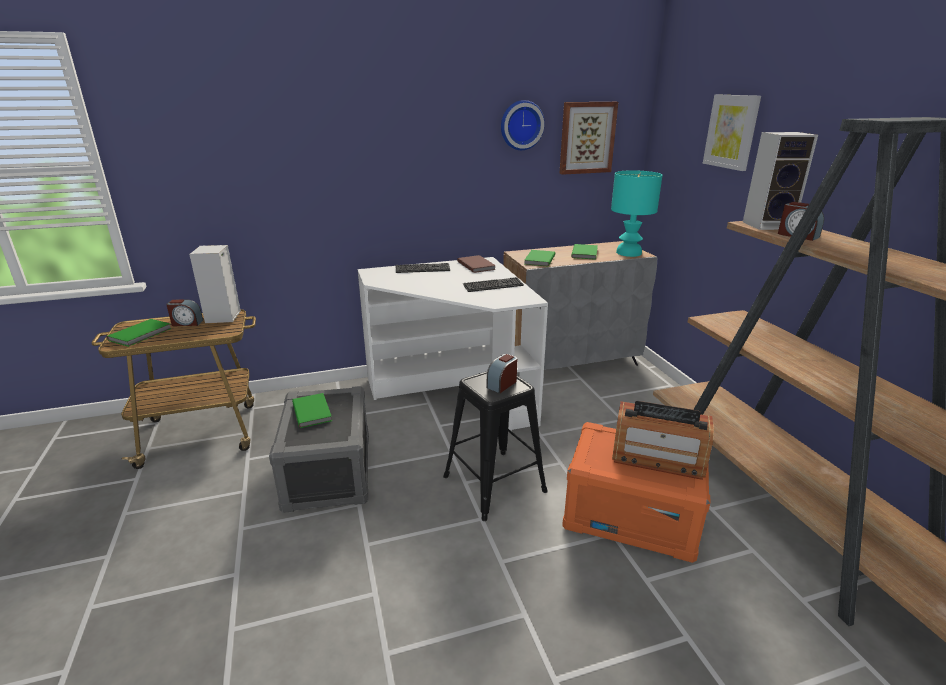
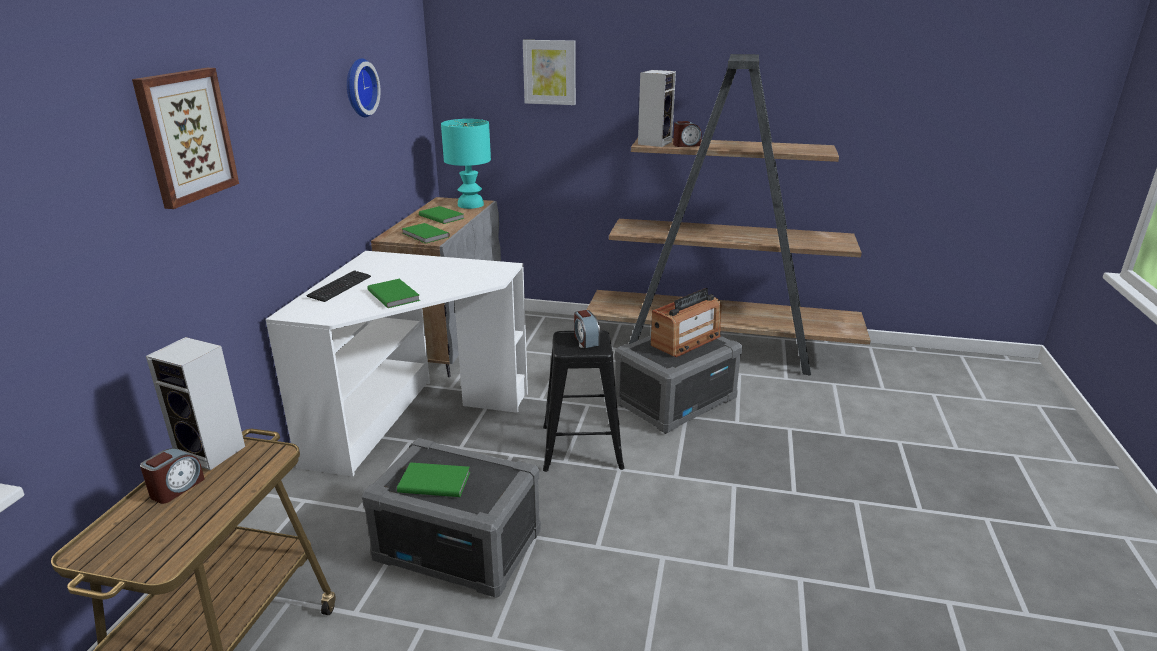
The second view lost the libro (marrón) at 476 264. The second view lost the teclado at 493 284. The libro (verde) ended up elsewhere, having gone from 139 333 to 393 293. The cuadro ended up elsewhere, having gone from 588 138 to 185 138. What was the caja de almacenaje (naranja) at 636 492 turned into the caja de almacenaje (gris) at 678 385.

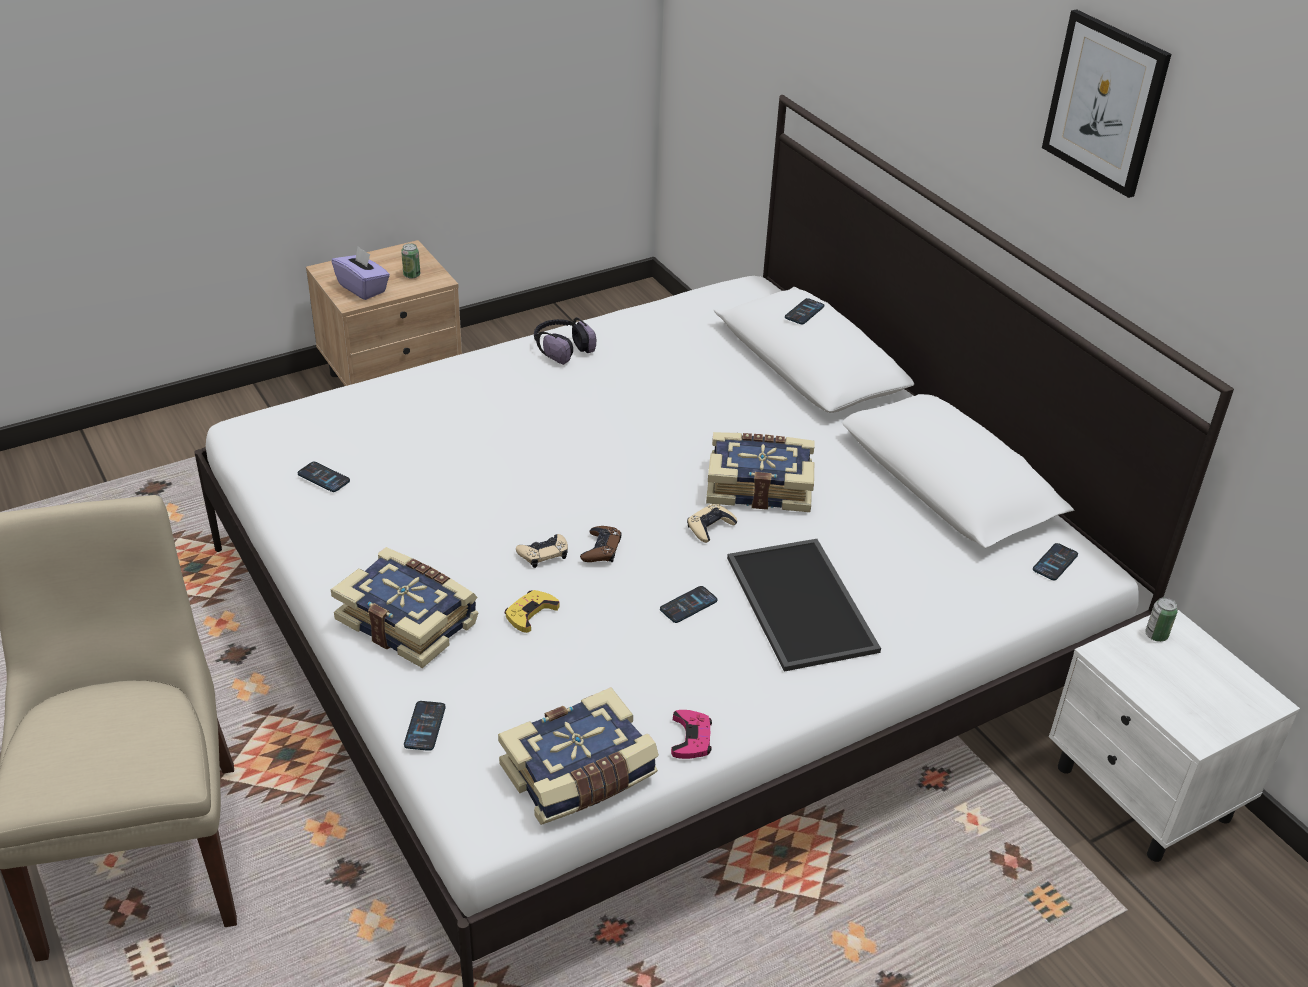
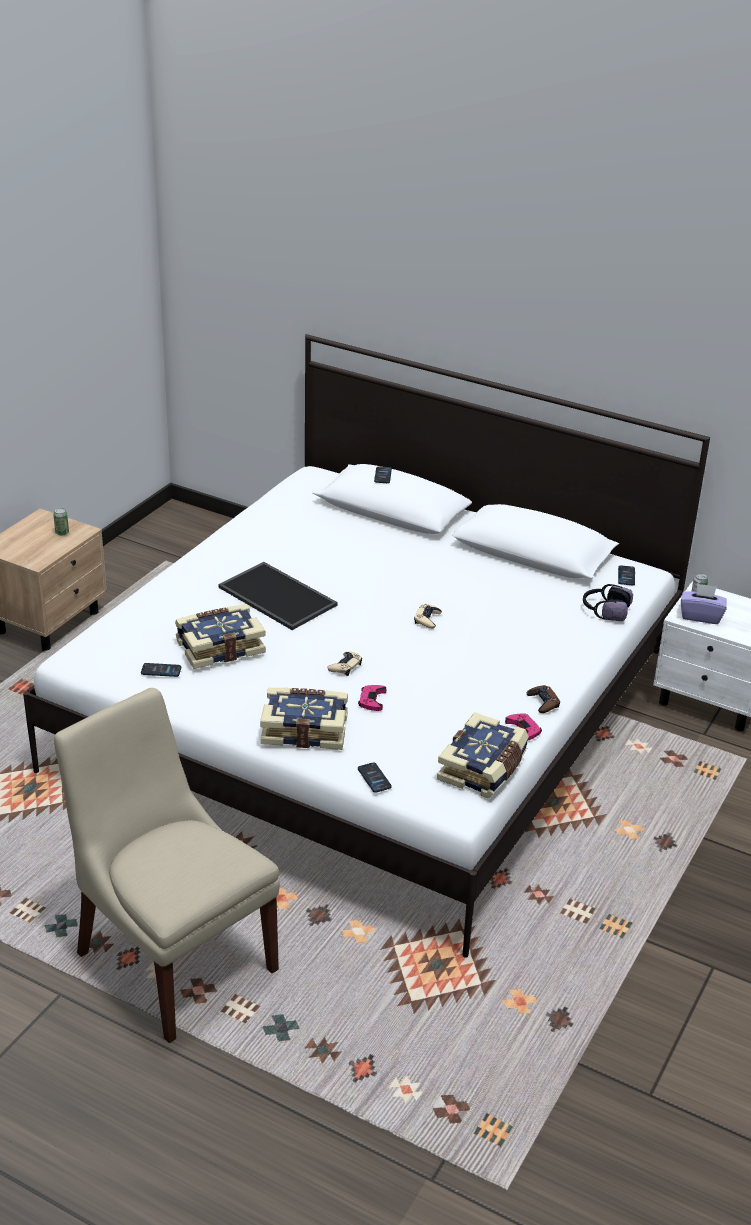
The second view lost the móvil at 688 604. The second view lost the cuadro at 1106 103. The caja de pañuelos (morado) ended up elsewhere, having gone from 361 273 to 704 603. The auriculares ended up elsewhere, having gone from 565 341 to 608 602. The mando de consola (marrón) ended up elsewhere, having gone from 601 544 to 543 699. The libro ended up elsewhere, having gone from 760 472 to 220 636. The bandeja ended up elsewhere, having gone from 804 605 to 278 596. What was the mando de consola (amarillo) at 532 611 turned into the mando de consola (rosa) at 372 698.

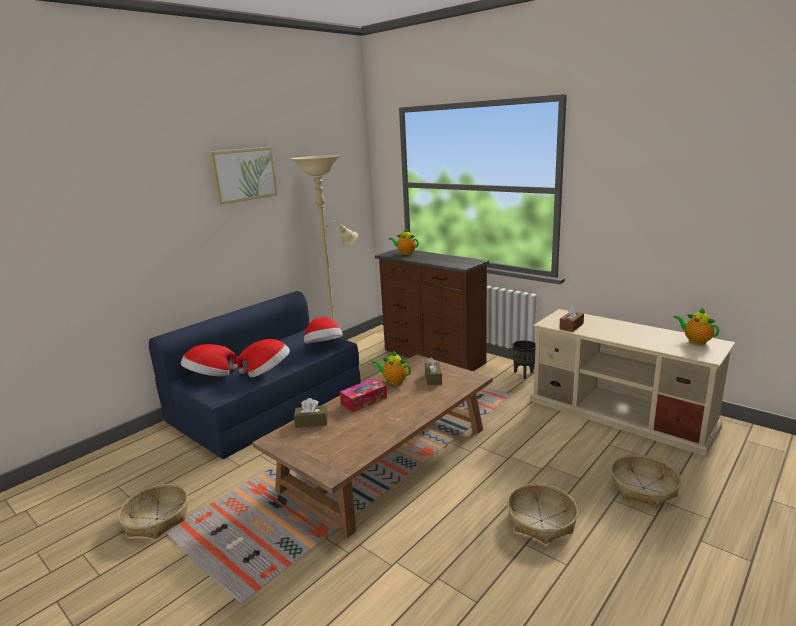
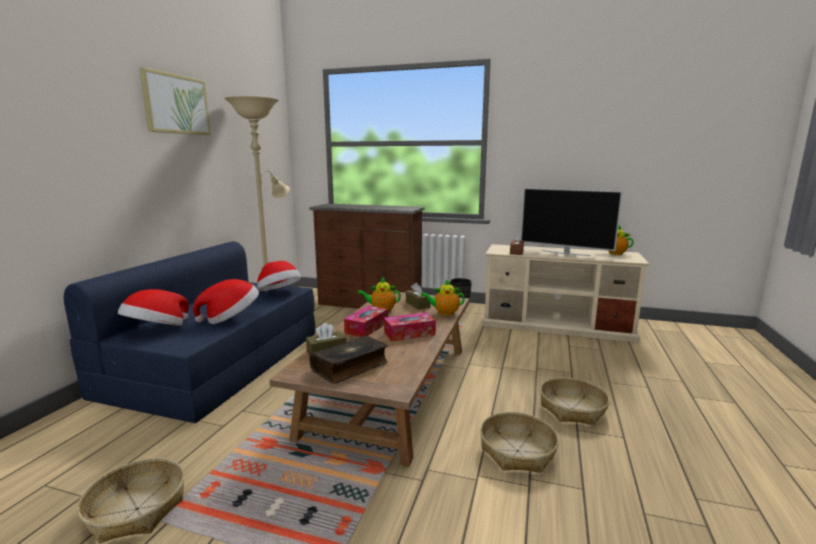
The second view gained the libro at 348 359. The second view gained the caja de pañuelos at 410 326. The second view gained the televisor at 571 222. The tetera ended up elsewhere, having gone from 403 241 to 443 298. The cesta ended up elsewhere, having gone from 646 481 to 519 442.

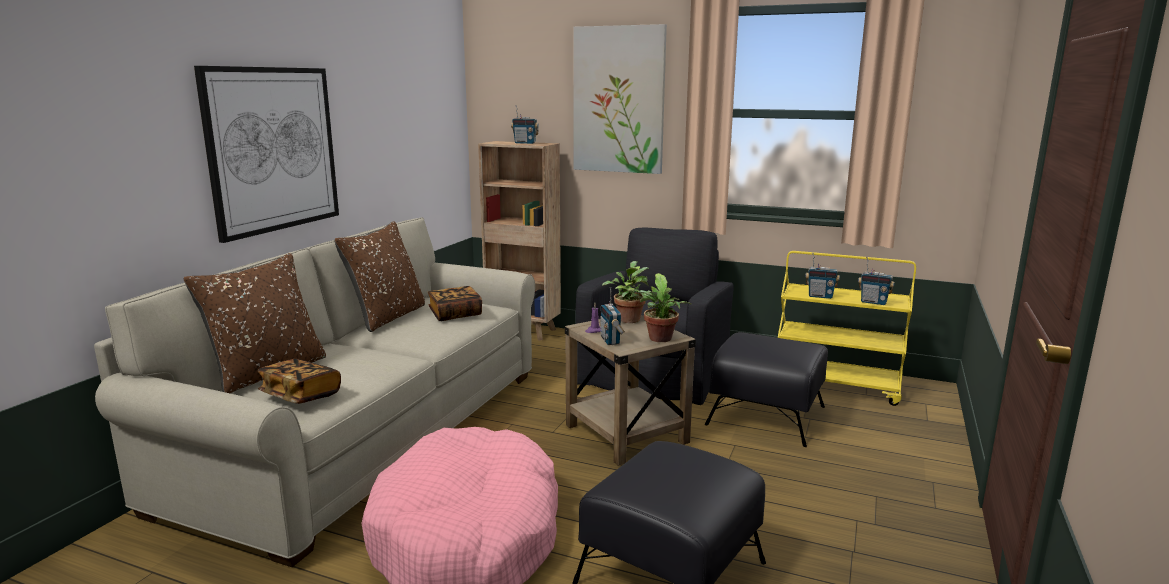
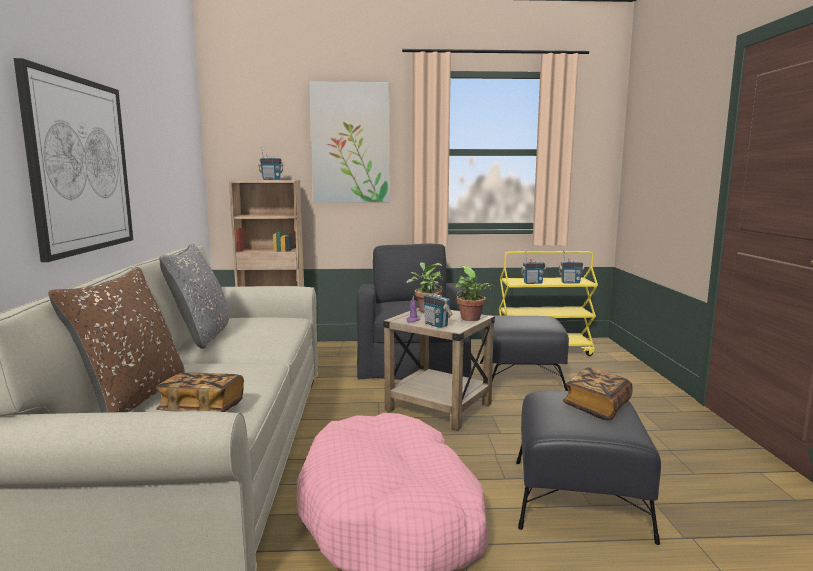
The libro ended up elsewhere, having gone from 455 303 to 598 393. What was the cojín (marrón) at 380 276 turned into the cojín (gris) at 194 296.

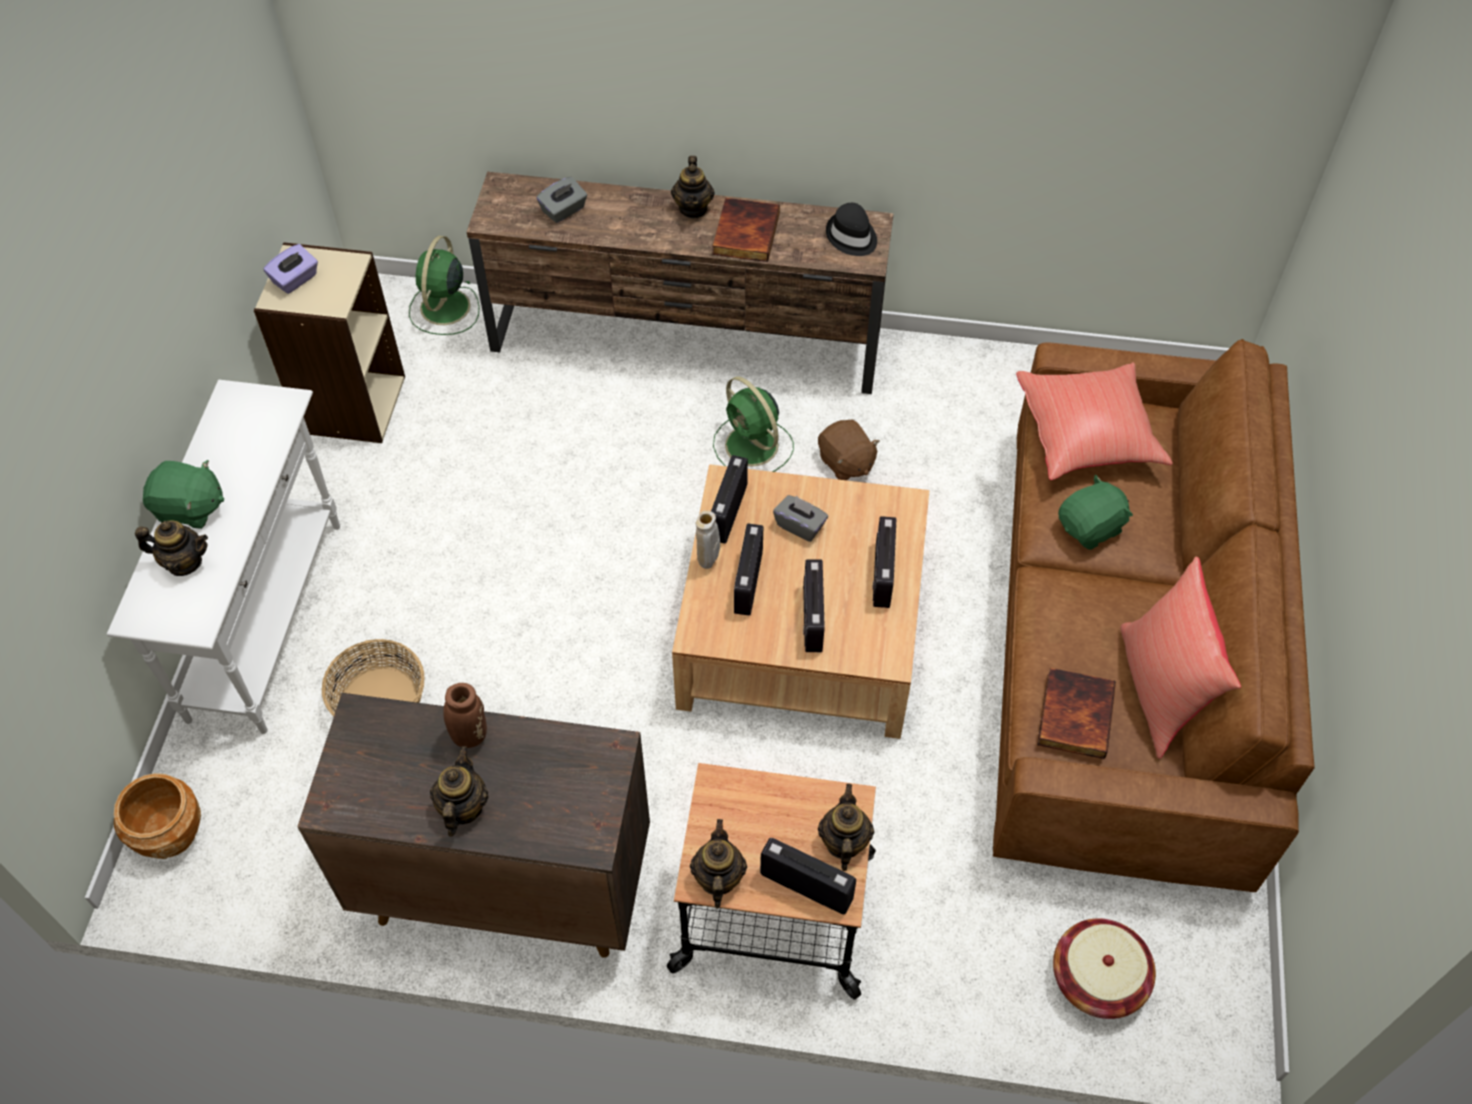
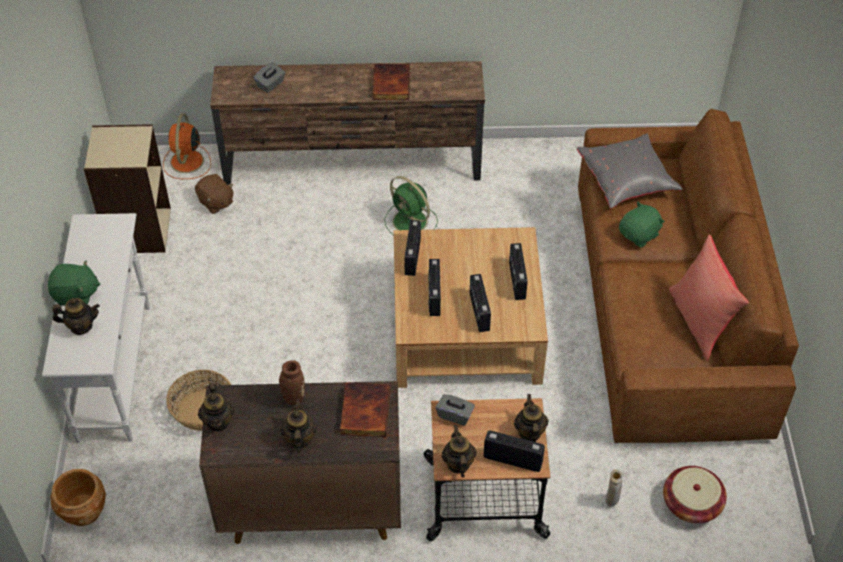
The second view lost the caja de pañuelos (morado) at 291 269. The second view lost the sombrero (negro) at 851 229. The tetera ended up elsewhere, having gone from 693 187 to 216 407. The florero (beis) ended up elsewhere, having gone from 708 539 to 613 488. The caja de pañuelos (gris) ended up elsewhere, having gone from 800 518 to 455 410. The peluche (marrón) ended up elsewhere, having gone from 849 450 to 214 194. The libro ended up elsewhere, having gone from 1076 713 to 365 409. What was the ventilador (verde) at 444 285 turned into the ventilador (naranja) at 187 146. What was the cojín (rojo) at 1094 421 turned into the cojín (gris) at 629 171.

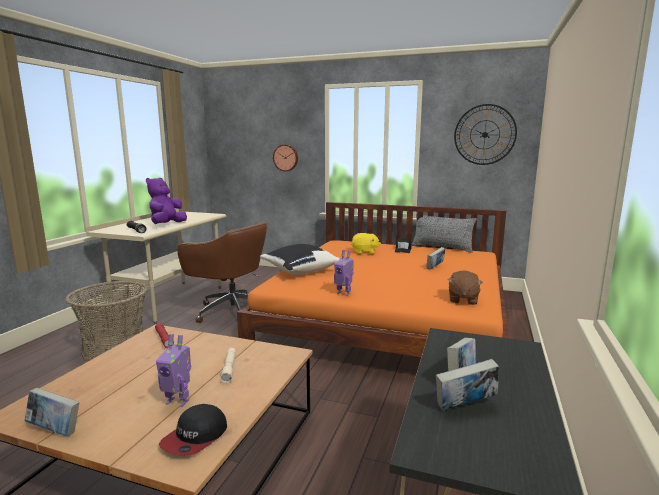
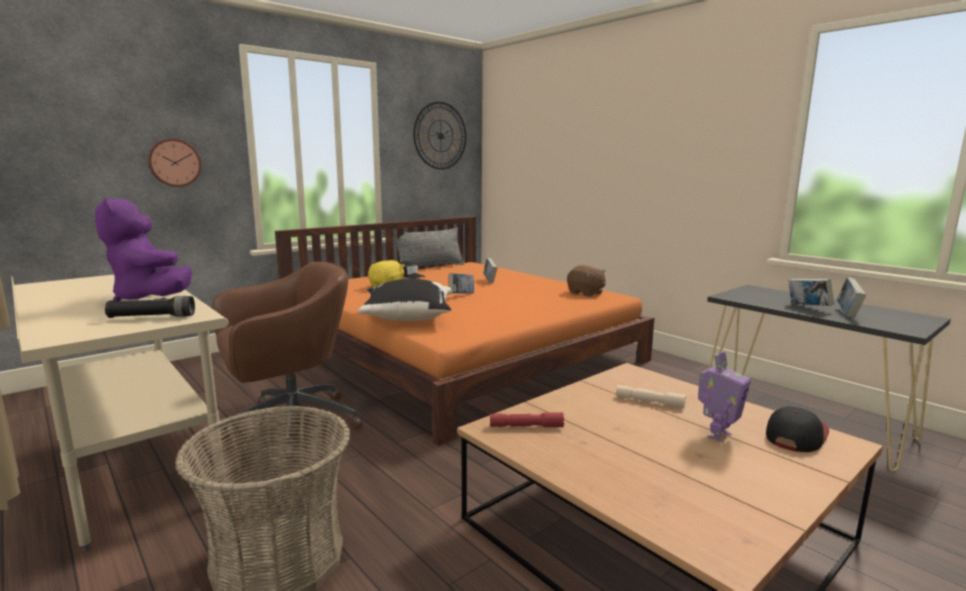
The second view lost the robot de juguete at 344 273. The libro ended up elsewhere, having gone from 52 412 to 461 283. The gorra at 193 430 ended up facing another way, 105 degrees counterclockwise from before.

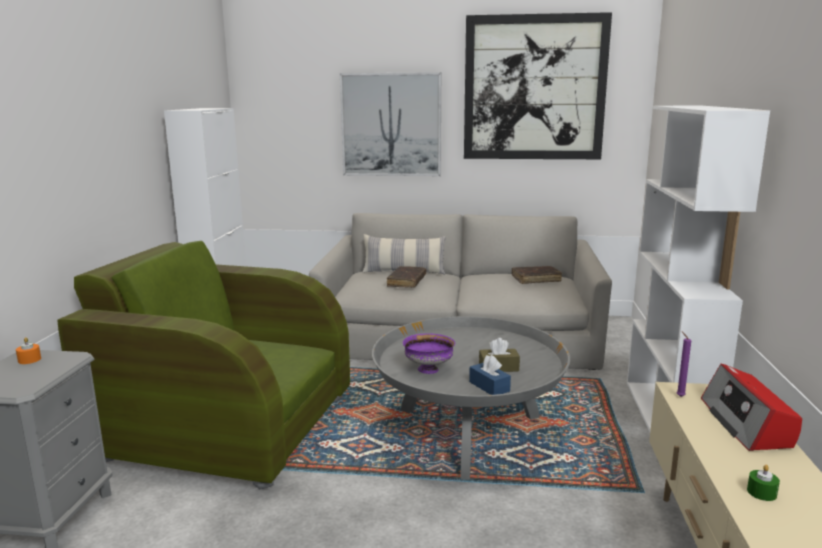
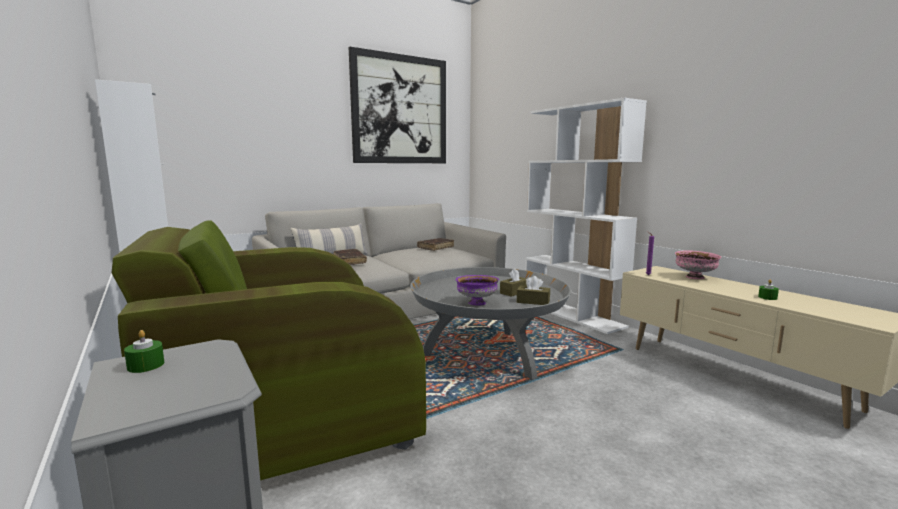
The second view lost the cuadro at 390 124. Where the radio stood at 751 407, the cuenco (rosa) came to stand at 698 265. What was the vela (naranja) at 28 350 turned into the vela (verde) at 144 351. What was the caja de pañuelos (azul) at 490 375 turned into the caja de pañuelos (marrón) at 533 290.

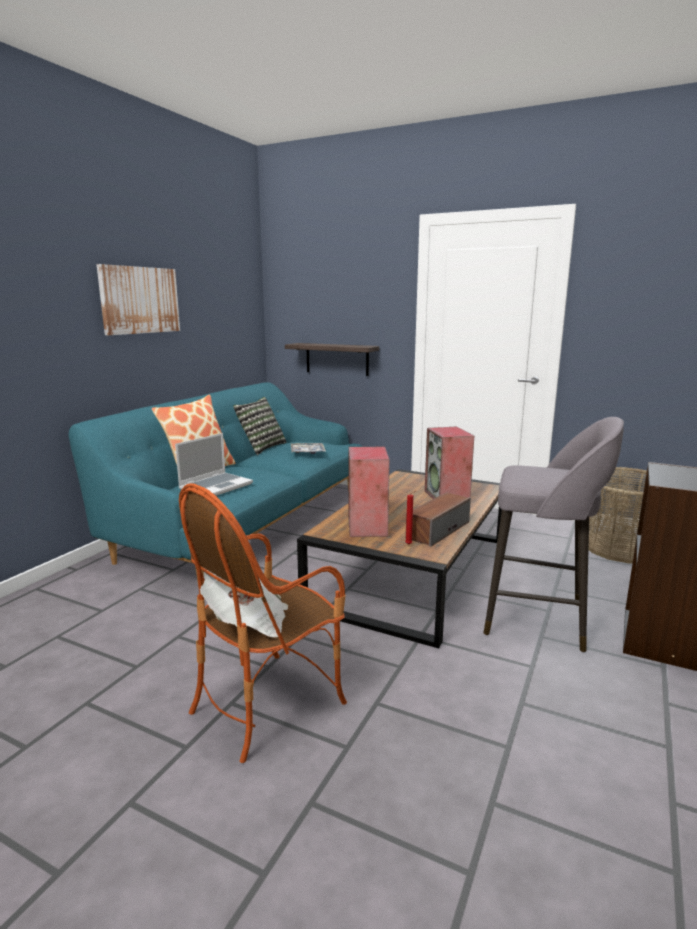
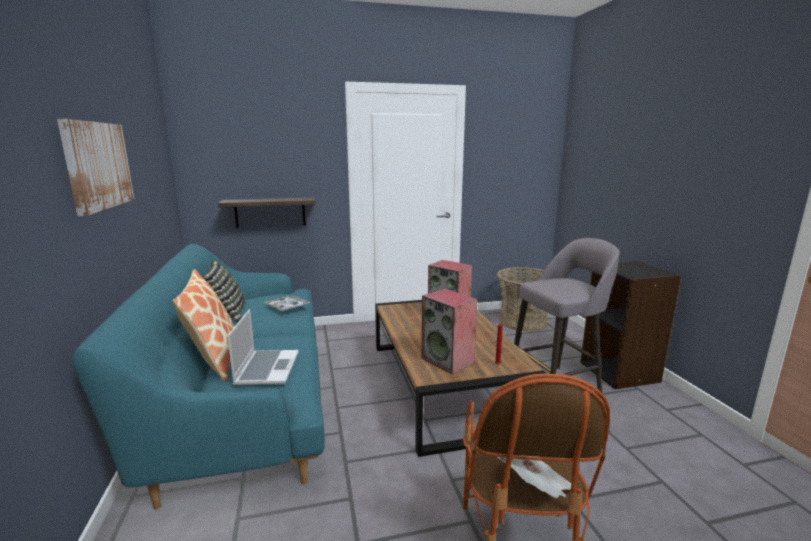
The second view lost the altavoz at 438 520.

